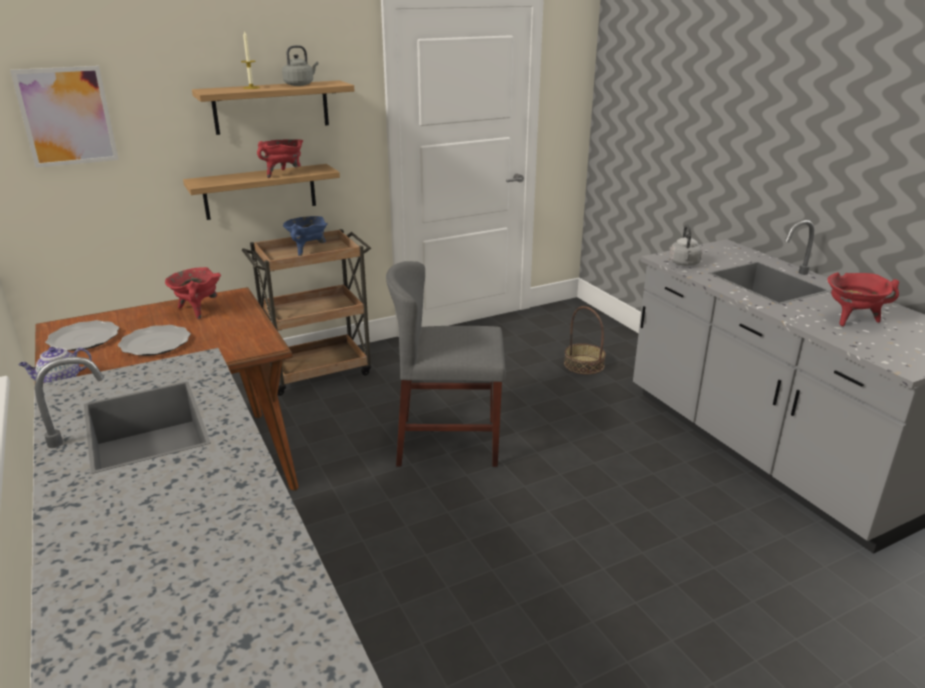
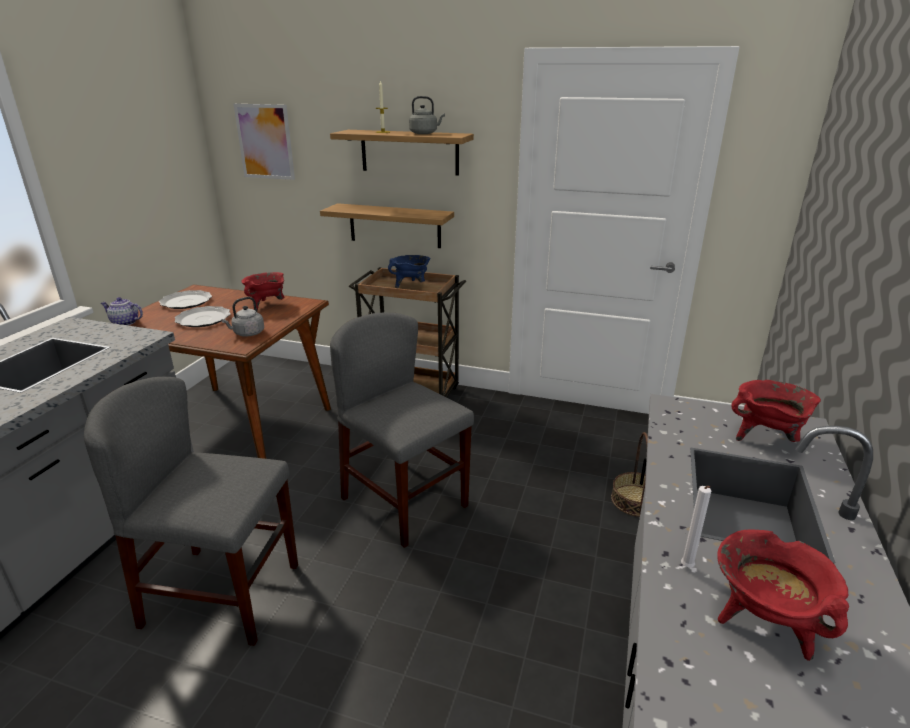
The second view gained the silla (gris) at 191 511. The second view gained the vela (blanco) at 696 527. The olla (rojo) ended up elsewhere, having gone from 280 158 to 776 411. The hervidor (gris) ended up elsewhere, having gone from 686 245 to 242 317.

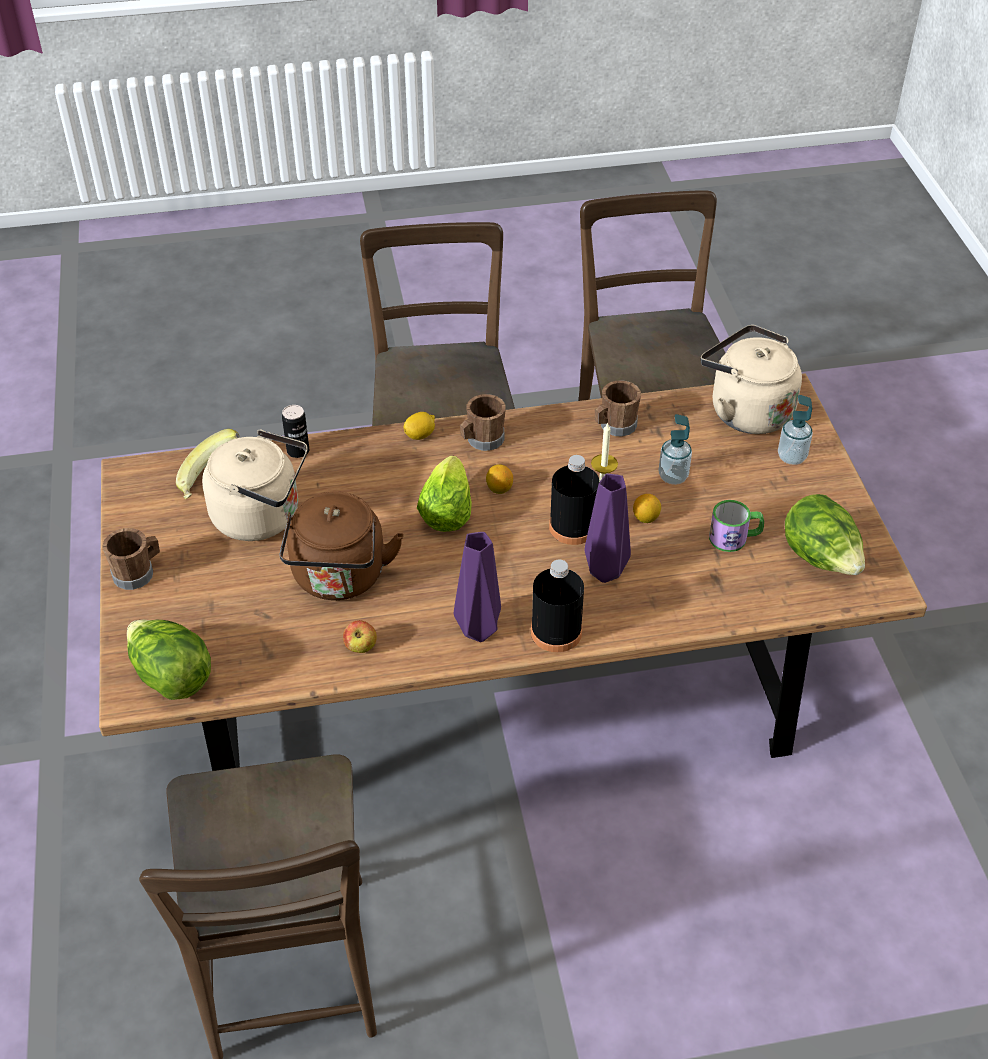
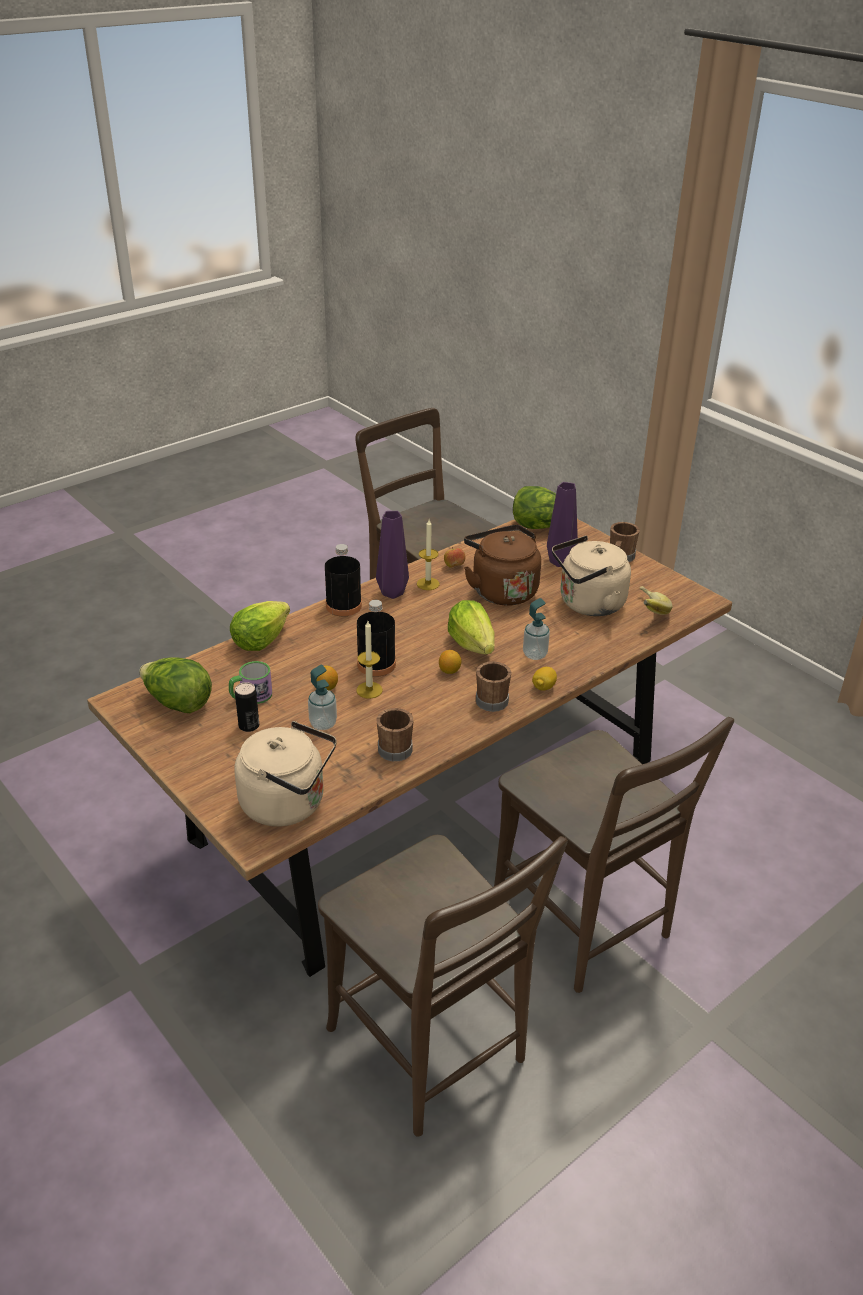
The second view gained the lechuga at 260 626. The second view gained the vela at 428 555. The lata ended up elsewhere, having gone from 295 431 to 247 707. The florero (morado) ended up elsewhere, having gone from 608 528 to 562 524. The dispensador de jabón ended up elsewhere, having gone from 795 430 to 536 629.

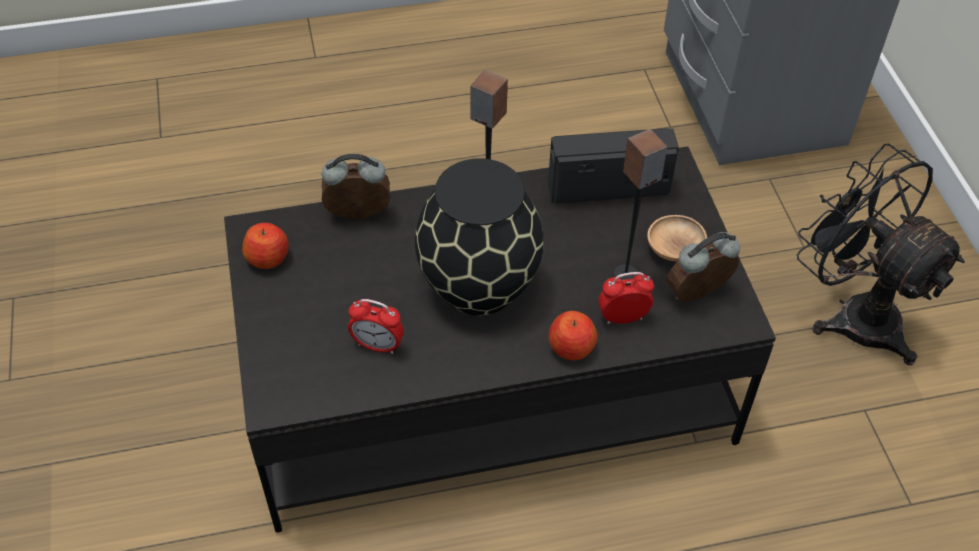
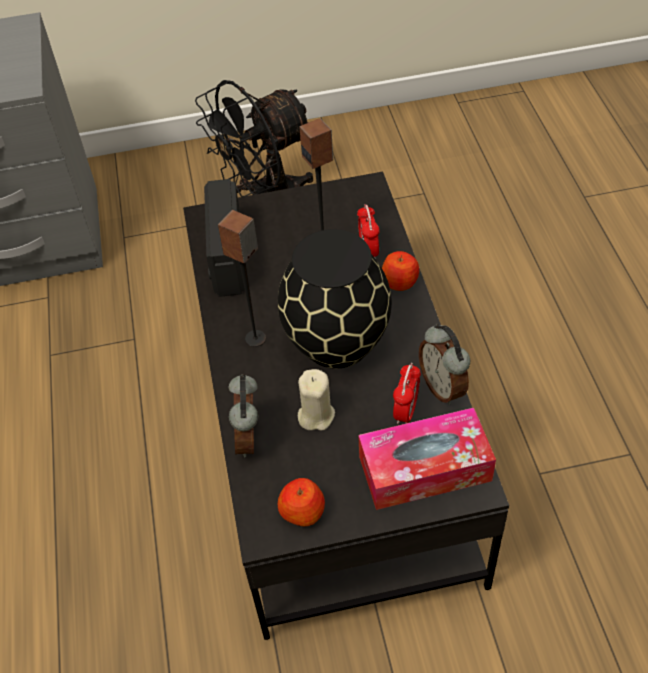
The second view lost the cuenco (marrón) at 677 238. The second view gained the vela (beis) at 316 399. The second view gained the caja de pañuelos at 427 459. The despertador ended up elsewhere, having gone from 703 267 to 444 364.

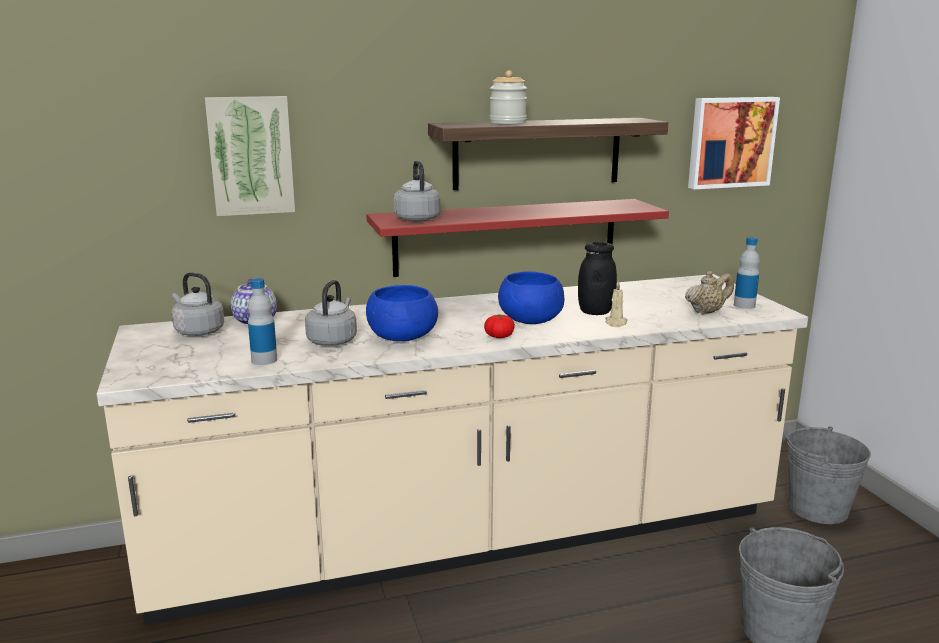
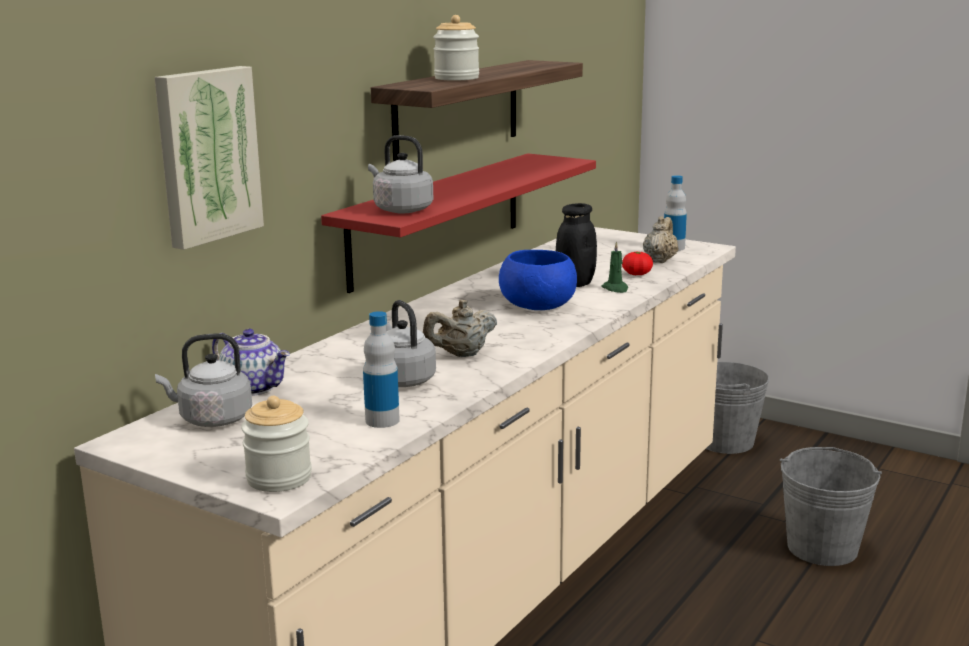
The second view lost the cuadro at 734 143. The second view gained the tarro at 276 444. The tomate ended up elsewhere, having gone from 499 326 to 637 263. Where the cuenco (azul) stood at 402 313, the tetera (beis) came to stand at 460 328. What was the vela (beis) at 617 304 turned into the vela (verde) at 614 267.

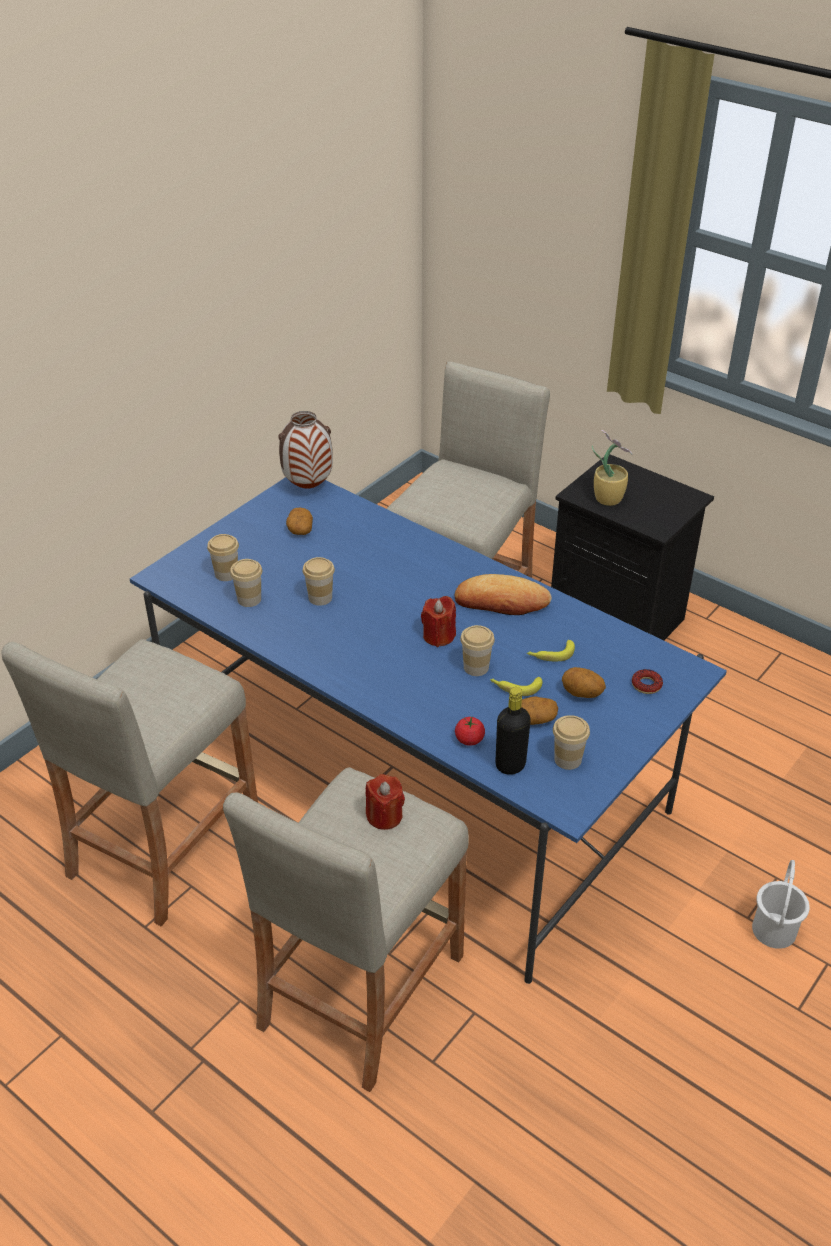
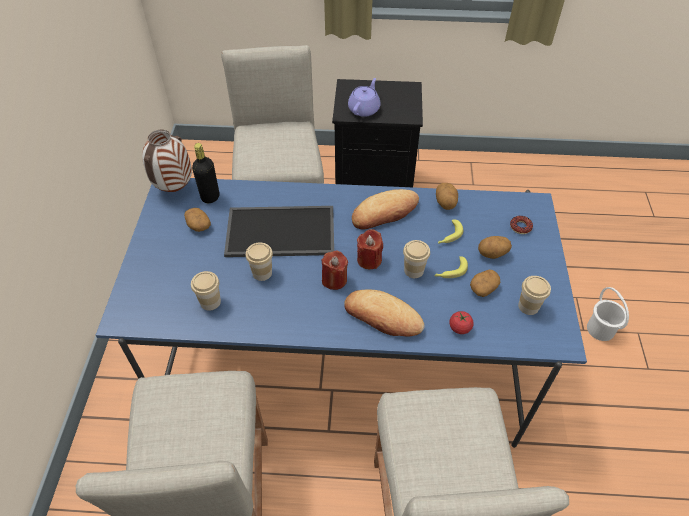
The second view lost the taza at 223 557. The second view gained the bandeja at 279 231. The second view gained the pan at 384 313. The second view gained the patata at 447 196. The vela (rojo) ended up elsewhere, having gone from 385 802 to 334 270. The botella (negro) ended up elsewhere, having gone from 513 731 to 205 173. Where the planta en maceta stood at 612 468, the tetera (morado) came to stand at 364 97.

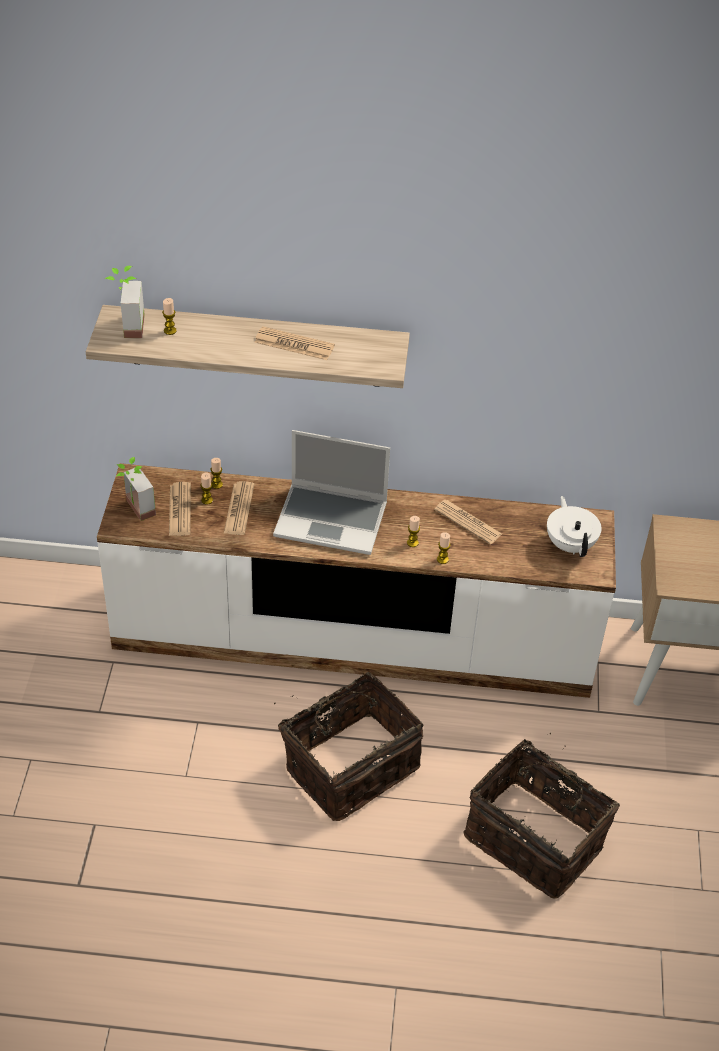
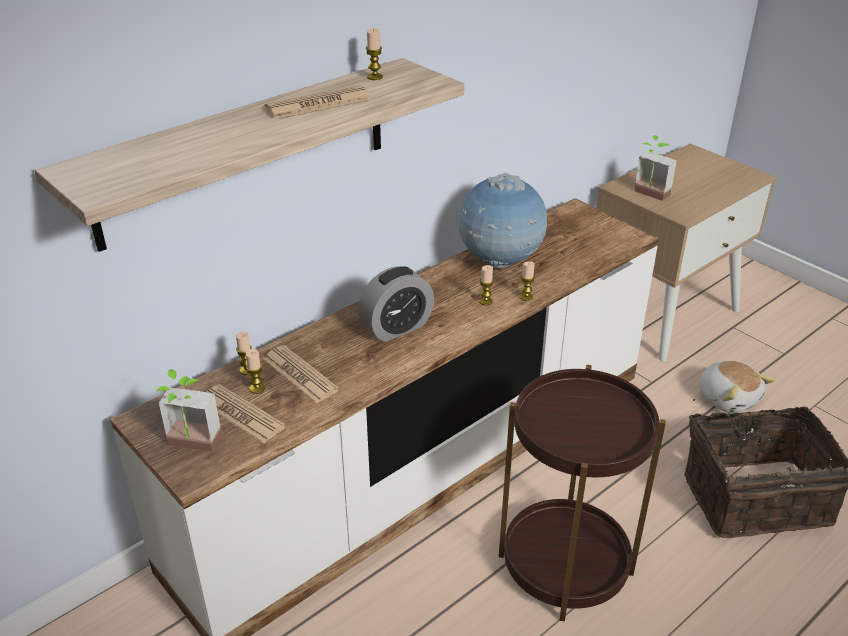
The second view lost the tetera (blanco) at 574 526. The second view gained the peluche at 737 387. The planta en maceta ended up elsewhere, having gone from 125 302 to 655 168. The vela ended up elsewhere, having gone from 169 316 to 374 54. Where the portátil stood at 331 492, the despertador came to stand at 396 304. Where the cesta stood at 349 746, the mesa auxiliar (marrón) came to stand at 582 493. Where the periódico stood at 468 522, the globo terráqueo came to stand at 502 220.

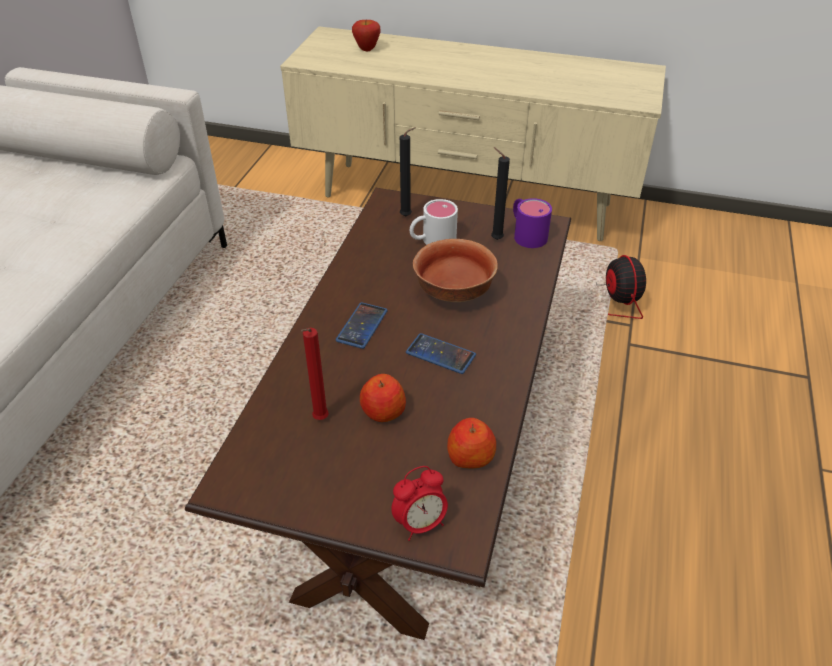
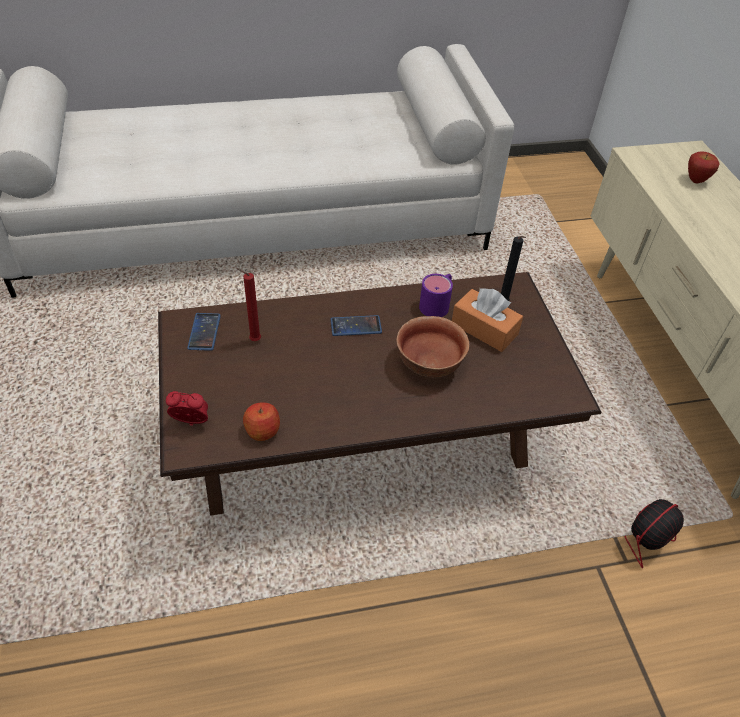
The second view lost the manzana at 383 398. The second view lost the vela (negro) at 500 193. The móvil ended up elsewhere, having gone from 441 353 to 204 332. The taza grande (morado) ended up elsewhere, having gone from 532 223 to 436 295. Where the taza grande (blanco) stood at 433 222, the caja de pañuelos (naranja) came to stand at 487 320. The despertador at 419 503 ended up facing another way, 150 degrees clockwise from before.

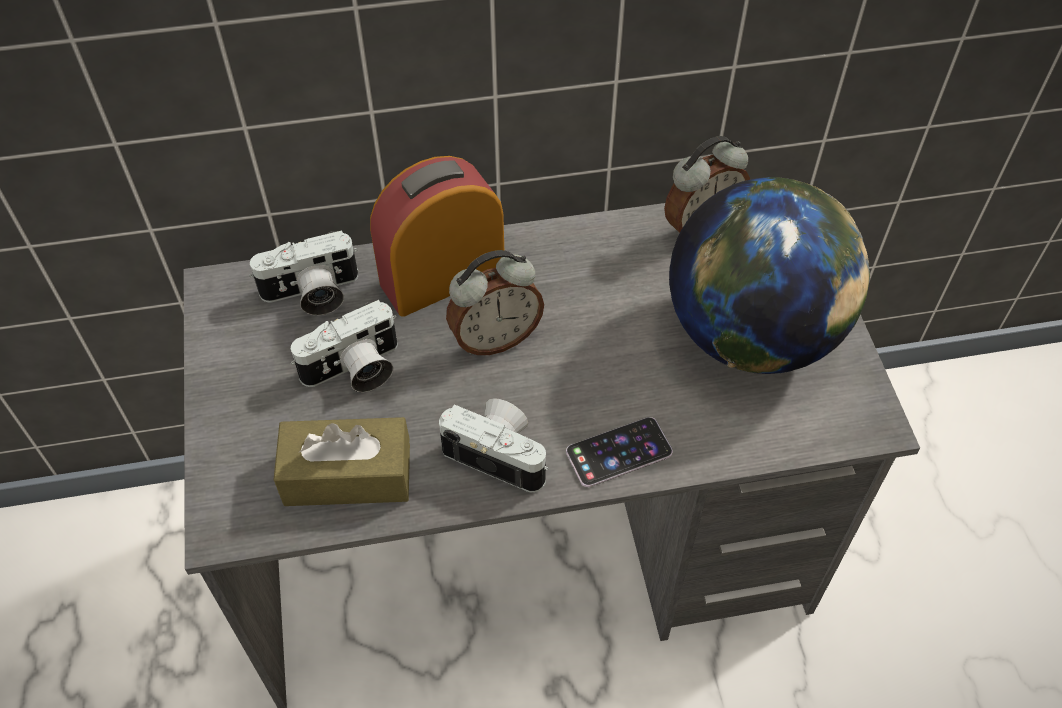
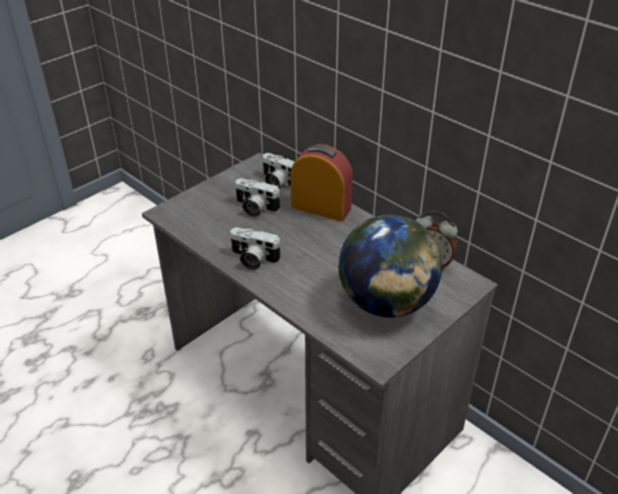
The second view lost the caja de pañuelos (marrón) at 341 461. The second view lost the despertador at 495 302. The second view lost the móvil at 619 452. The cámara at 493 445 ended up facing another way, 120 degrees clockwise from before.

